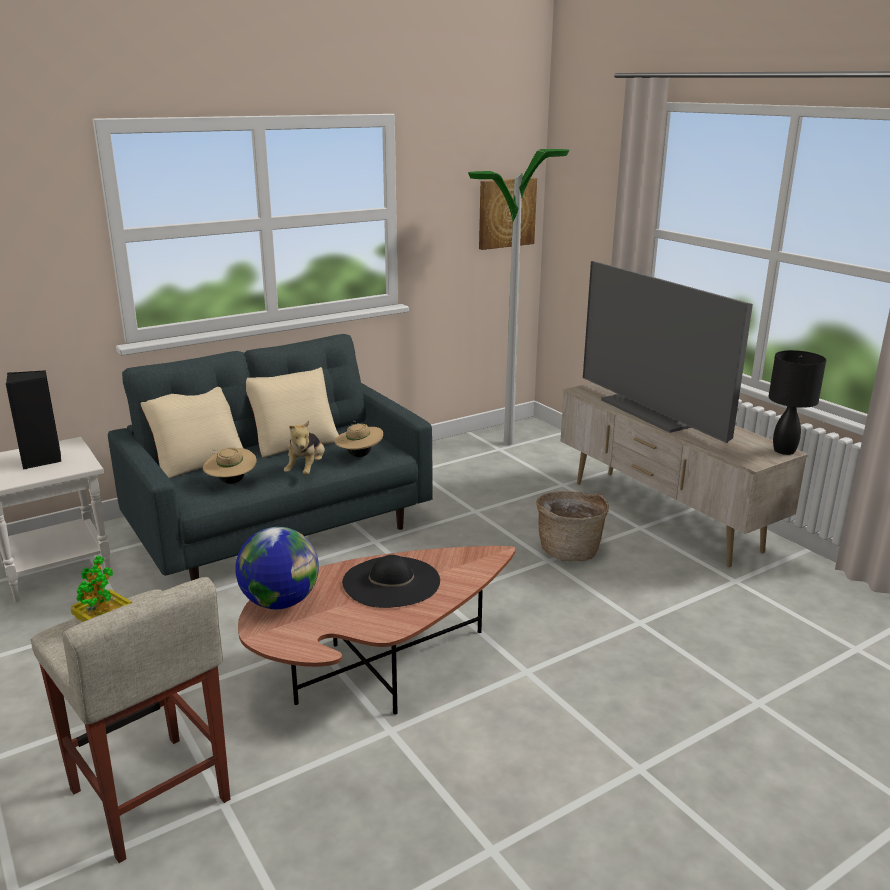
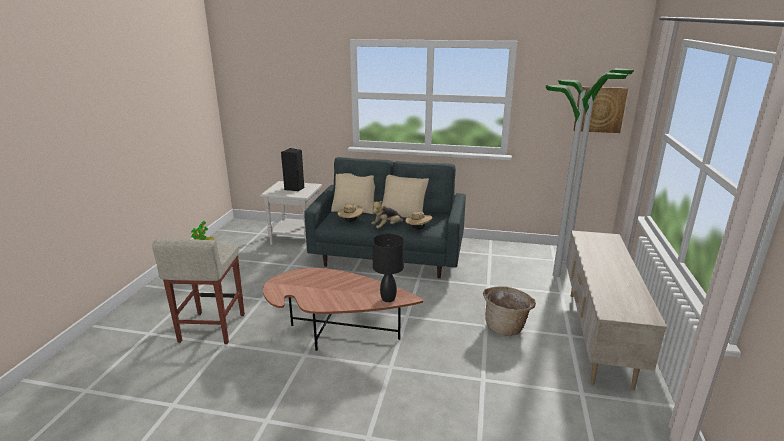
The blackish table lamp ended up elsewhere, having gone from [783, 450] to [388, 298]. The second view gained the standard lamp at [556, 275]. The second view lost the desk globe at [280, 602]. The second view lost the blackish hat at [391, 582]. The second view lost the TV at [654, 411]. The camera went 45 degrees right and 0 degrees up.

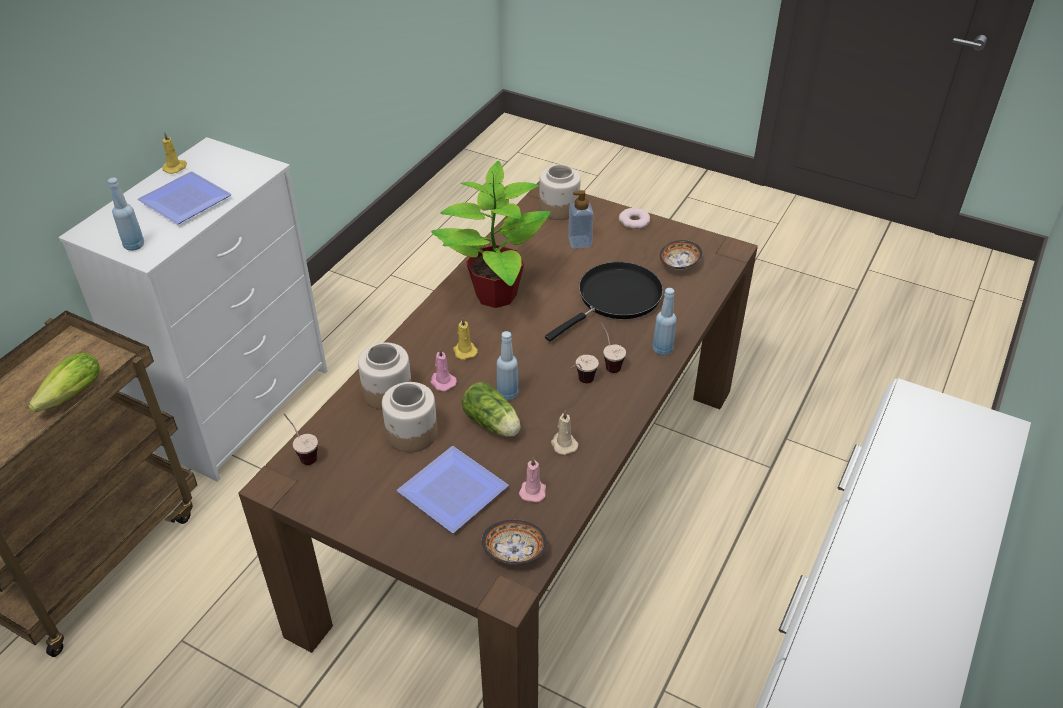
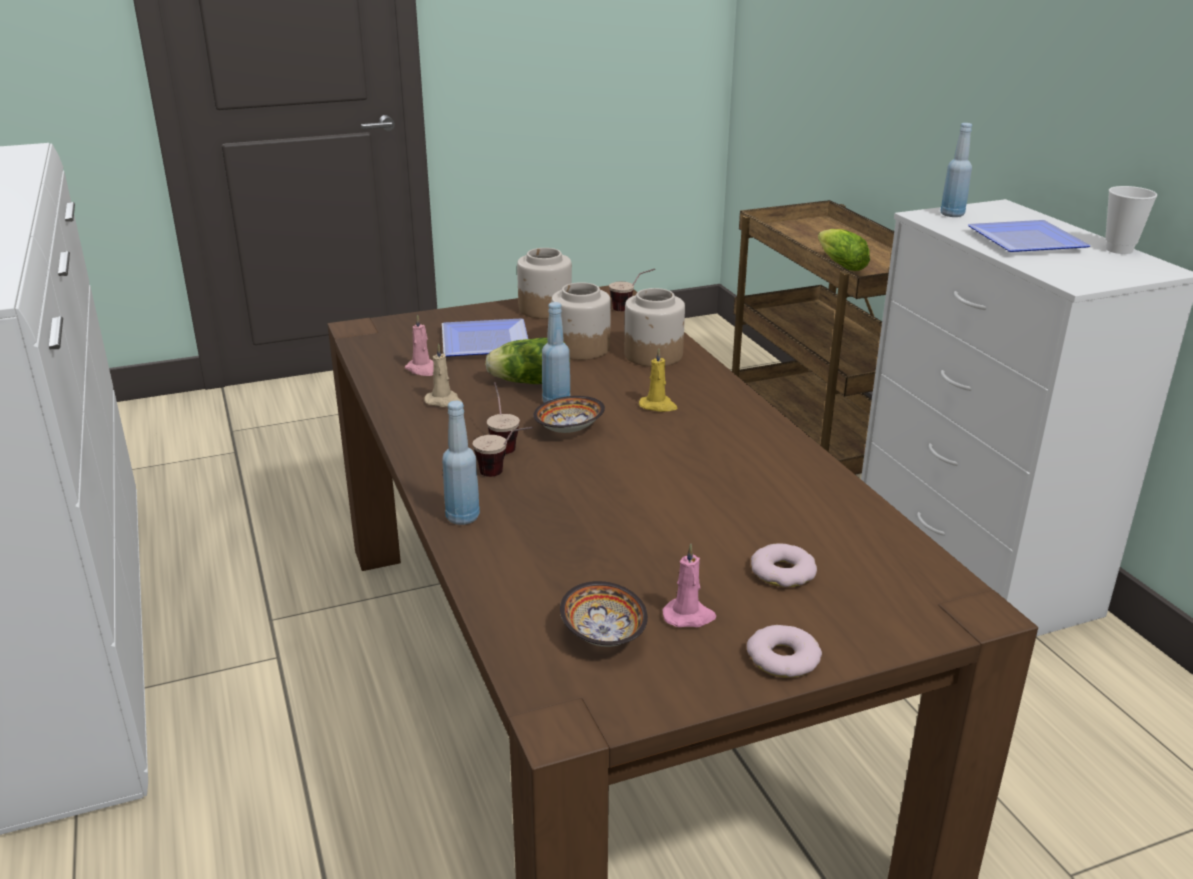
The jar ended up elsewhere, having gone from [559, 209] to [544, 309]. The deep dish ended up elsewhere, having gone from [513, 551] to [571, 430]. The pinkish wax candle ended up elsewhere, having gone from [442, 382] to [689, 616]. Where the liquid soap bottle stood at [579, 242], the doughnut came to stand at [783, 572]. Where the yellowish wax candle stood at [175, 167], the small cup came to stand at [1119, 250]. The second view lost the houseplant at [495, 295]. The second view lost the blackish pan at [615, 299]. The camera went 130 degrees right and 15 degrees down.

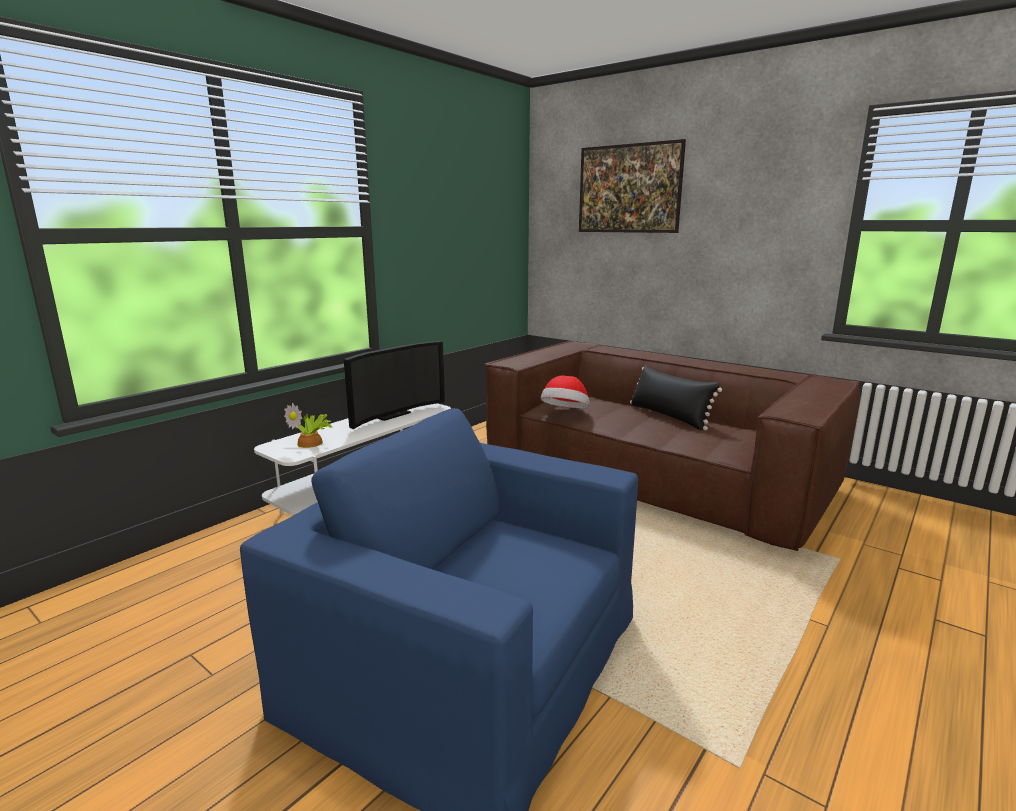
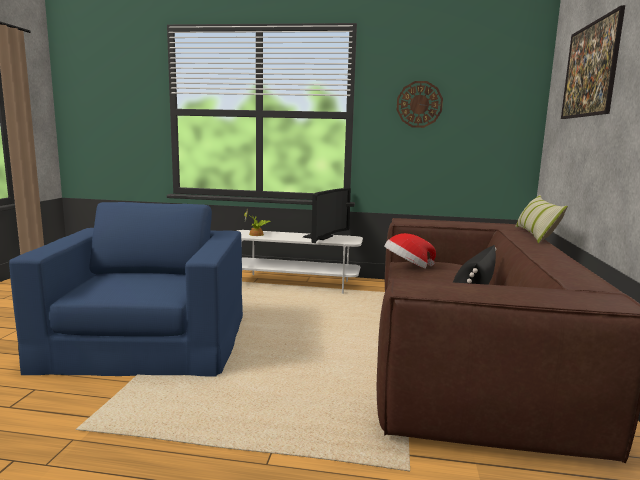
The TV at [390, 415] ended up facing another way, 75 degrees counterclockwise from before. The second view gained the hanging clock at [419, 104]. The second view gained the throw pillow at [535, 235]. The camera went 60 degrees right and 5 degrees down.

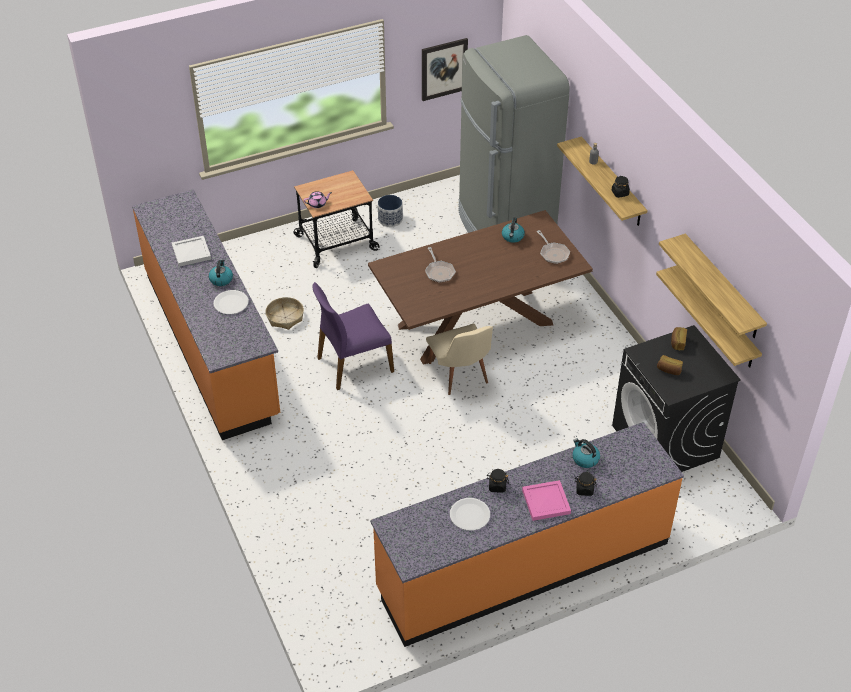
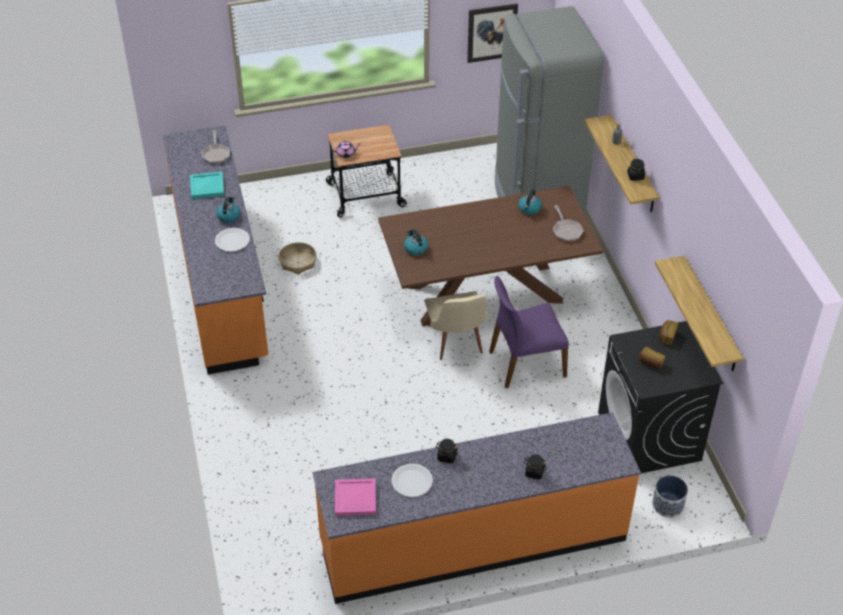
What was the white-coloured serving tray at [191, 253] turned into the turquoise serving tray at [206, 187]. The pan ended up elsewhere, having gone from [439, 272] to [216, 154]. The pinkish serving tray ended up elsewhere, having gone from [545, 502] to [355, 499]. The kettle ended up elsewhere, having gone from [585, 459] to [415, 248]. The purple-coloured upright chair ended up elsewhere, having gone from [354, 364] to [526, 363]. The planter ended up elsewhere, having gone from [390, 219] to [667, 505]. The second view lost the wall shelf at [722, 287]. The camera went 10 degrees right and 0 degrees up.

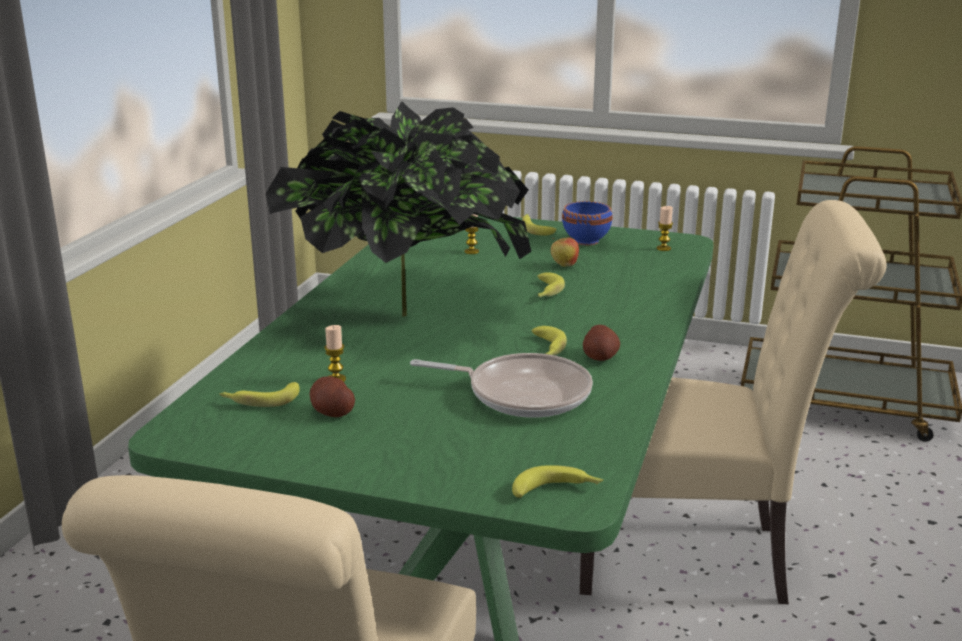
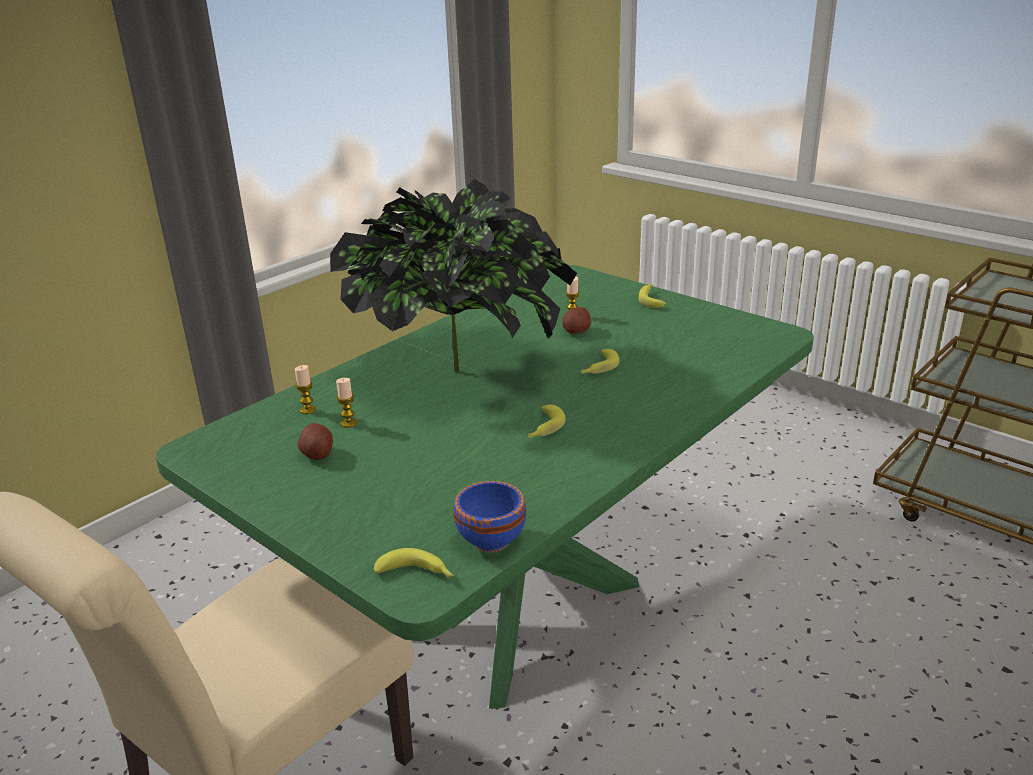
The wax candle ended up elsewhere, having gone from [663, 248] to [308, 410]. The blue deep dish ended up elsewhere, having gone from [587, 241] to [493, 541]. The potato ended up elsewhere, having gone from [600, 357] to [577, 331]. The second view lost the banana at [260, 400]. The second view lost the pan at [522, 393]. The second view lost the whole apple at [564, 266]. The second view lost the beige-coloured upright chair at [695, 557]. The camera went 25 degrees right and 5 degrees up.

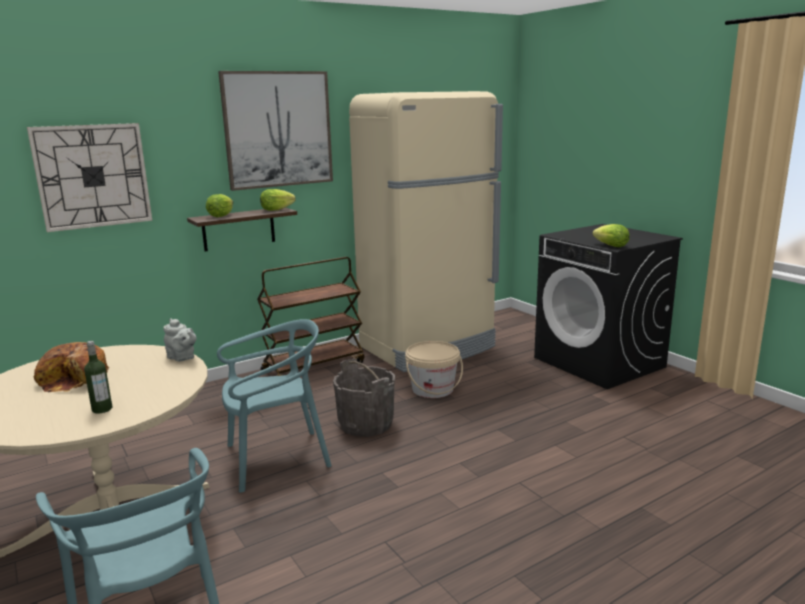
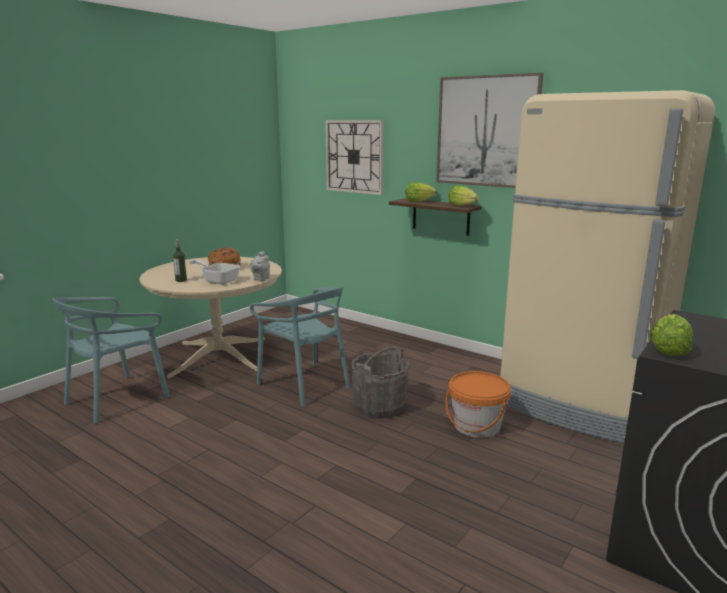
The second view gained the pan at [218, 280]. What was the beige-coloured water bucket at [433, 389] turned into the orange water bucket at [476, 426]. The second view lost the brown-coloured cart at [314, 366]. The camera went 70 degrees right and 0 degrees up.

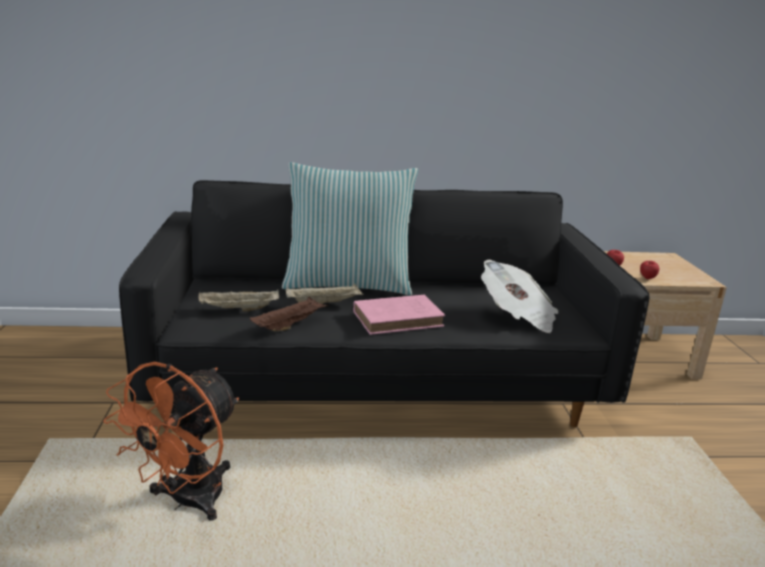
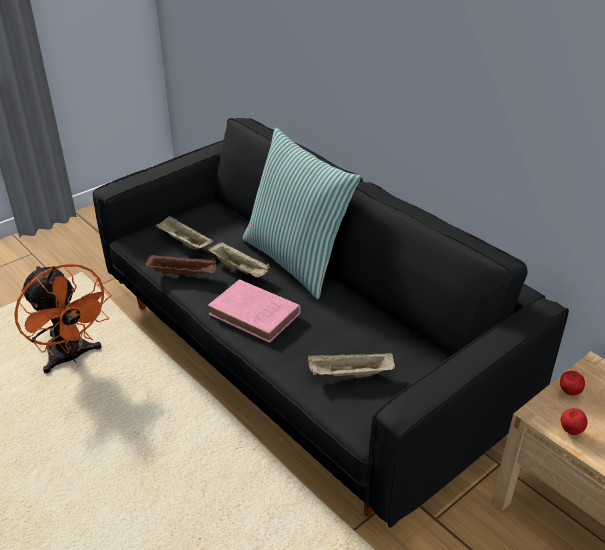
The orange fan at [186, 502] ended up facing another way, 120 degrees counterclockwise from before. Where the newspaper stood at [517, 316], the beige-coloured serving tray came to stand at [349, 375]. The camera went 55 degrees right and 15 degrees up.

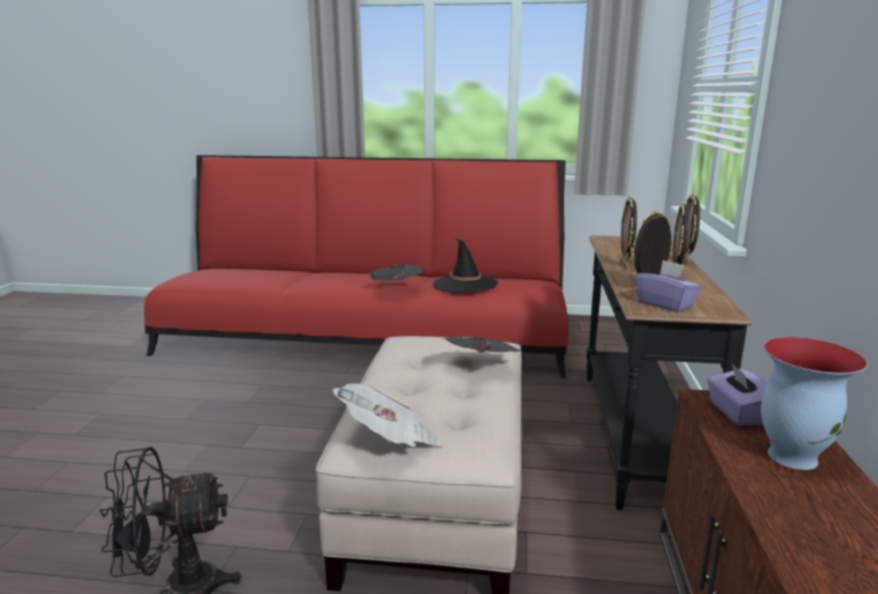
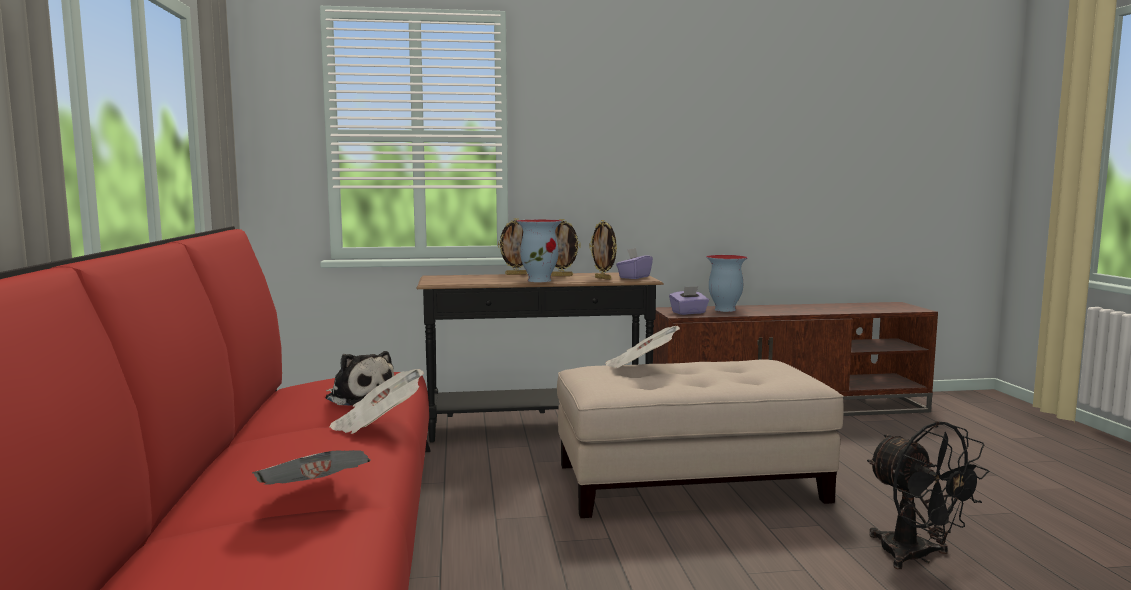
The newspaper ended up elsewhere, having gone from [390, 440] to [314, 498]. Where the blackish hat stood at [465, 284], the plush toy came to stand at [359, 396]. Where the standing frame stood at [624, 266], the flower vase came to stand at [540, 280]. The camera went 105 degrees left and 10 degrees down.

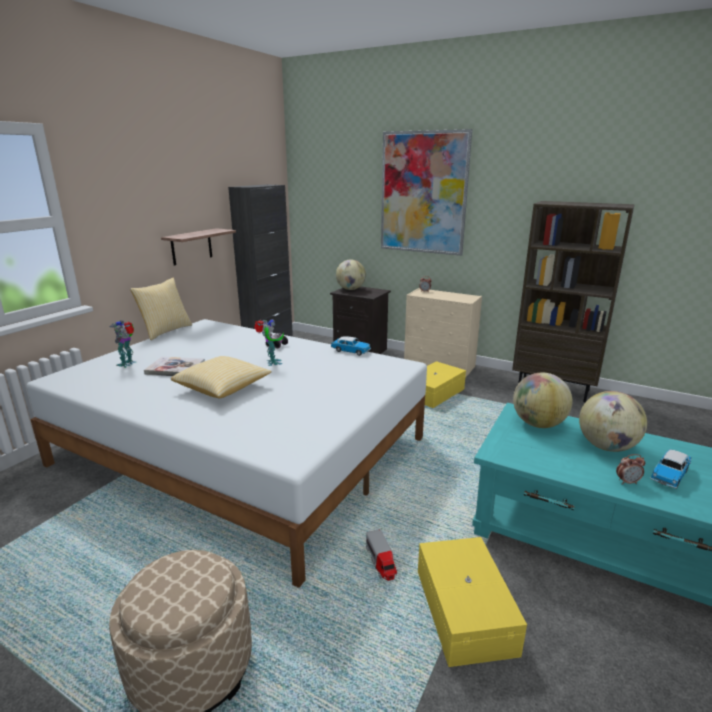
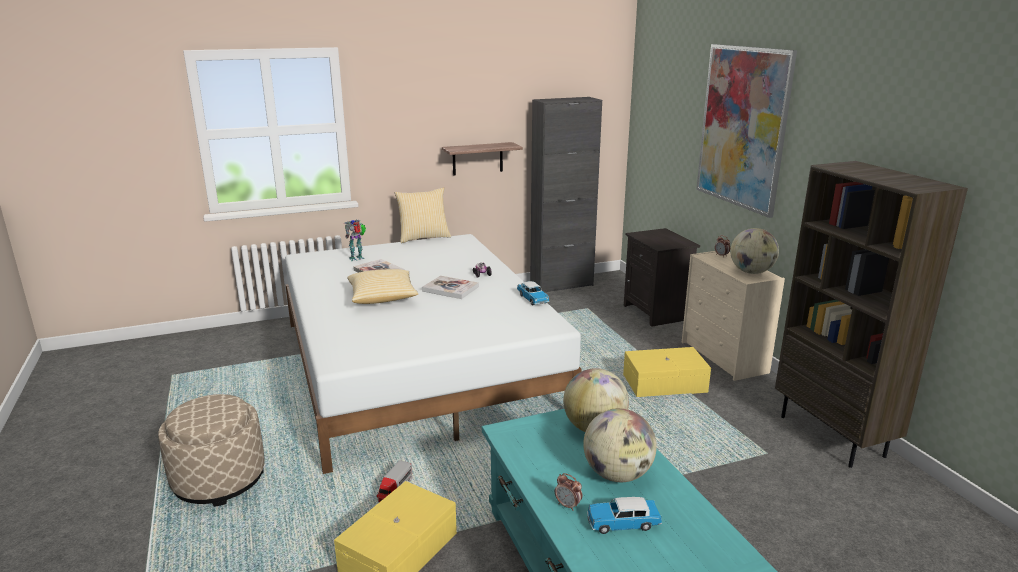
Where the robot figure stood at [272, 363], the book came to stand at [450, 289]. The desk globe ended up elsewhere, having gone from [351, 289] to [751, 272]. The camera went 40 degrees right and 0 degrees up.

